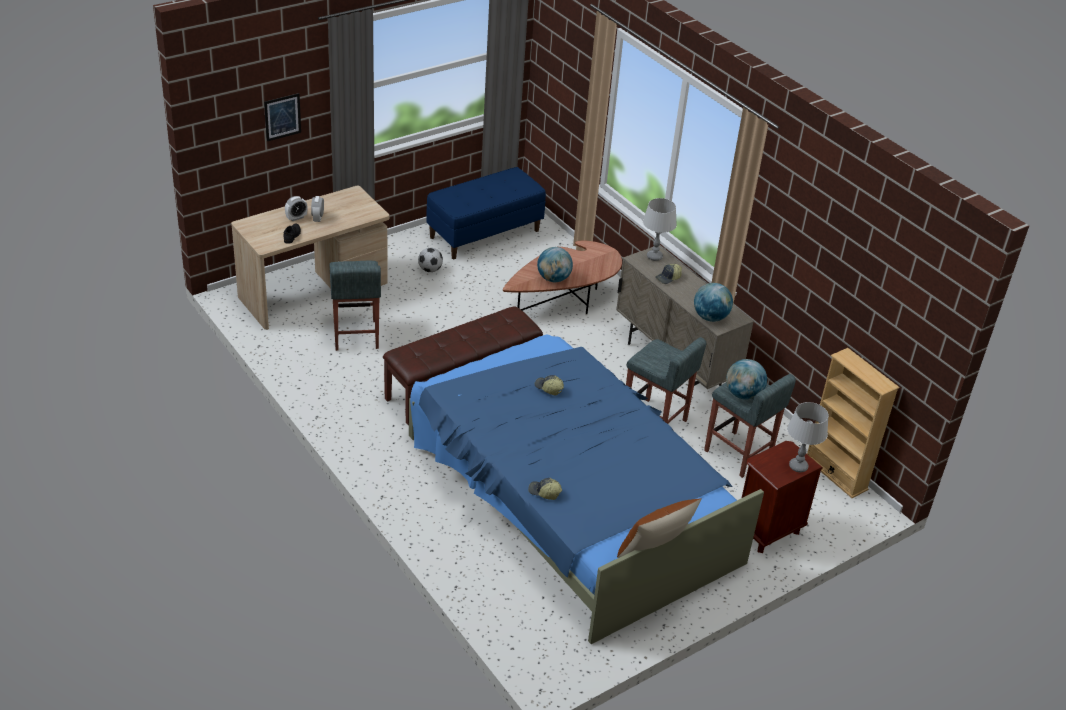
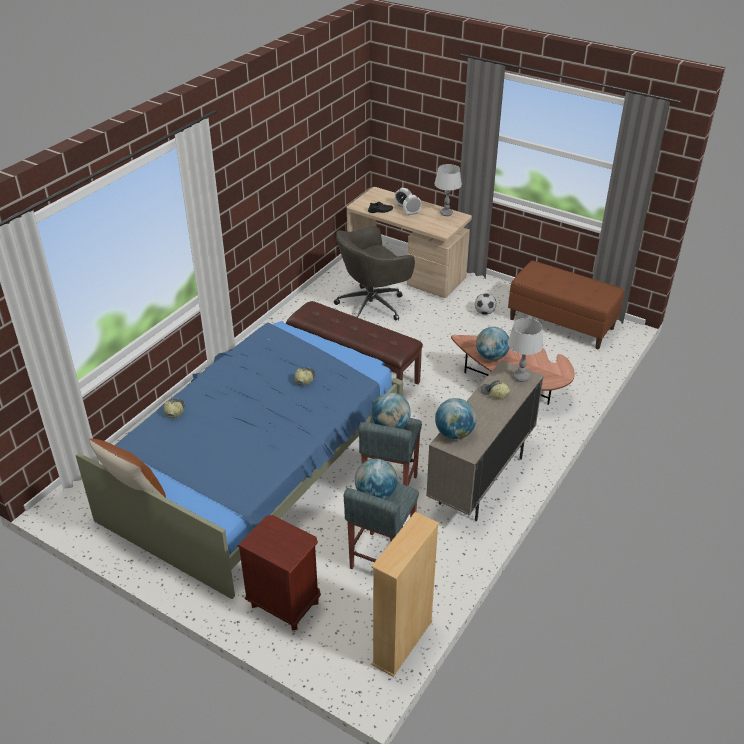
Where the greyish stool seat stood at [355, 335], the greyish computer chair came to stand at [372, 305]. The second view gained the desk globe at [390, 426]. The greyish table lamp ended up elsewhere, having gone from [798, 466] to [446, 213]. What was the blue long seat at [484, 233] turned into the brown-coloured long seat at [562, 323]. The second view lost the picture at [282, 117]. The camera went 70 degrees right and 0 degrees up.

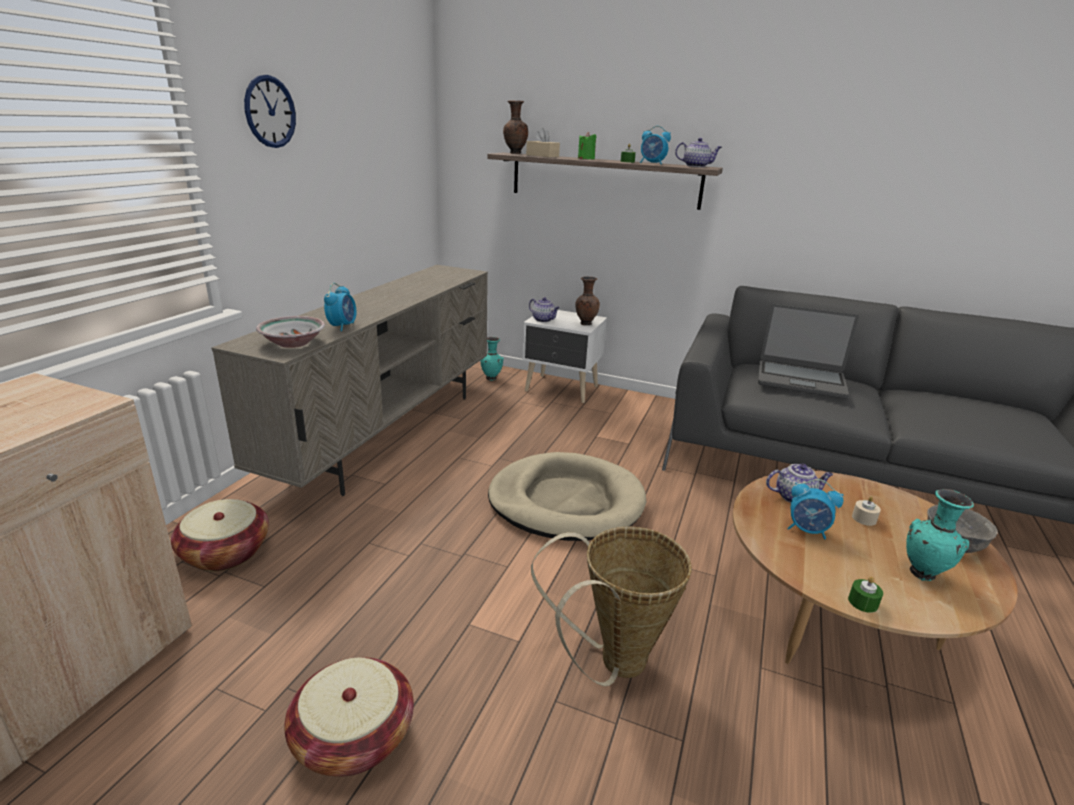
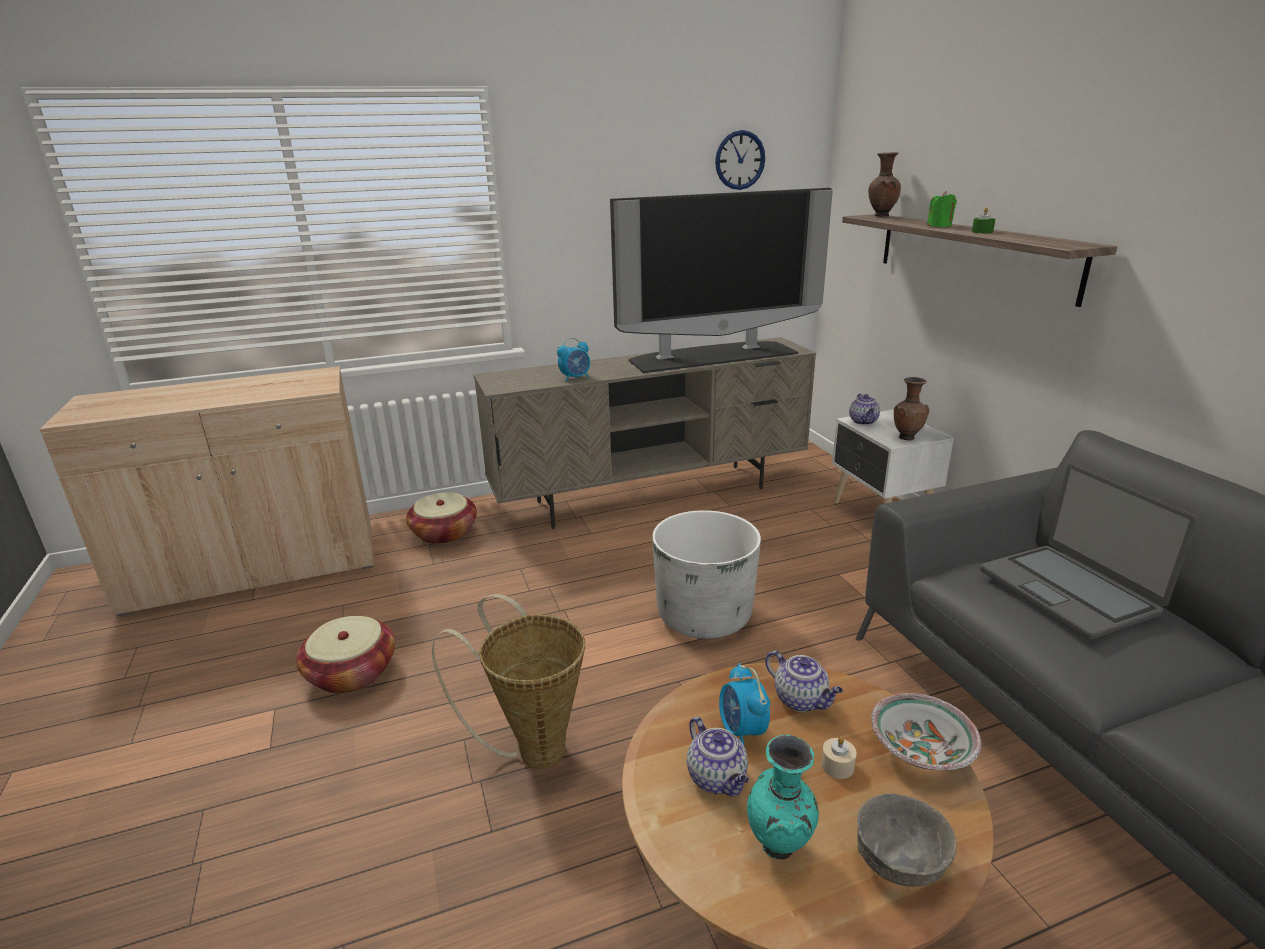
The second view gained the TV at [712, 356]. Where the beige-coloured dog bed stood at [566, 501], the white-coloured planter came to stand at [704, 615]. The pot for tea ended up elsewhere, having gone from [696, 166] to [718, 779]. The hanging clock ended up elsewhere, having gone from [270, 112] to [740, 160]. The deep dish ended up elsewhere, having gone from [292, 343] to [919, 750]. The second view lost the turquoise flower vase at [492, 378]. The second view lost the beige-coloured box of tissues at [542, 156]. The second view lost the alarm clock at [652, 163]. The second view lost the green-coloured wax candle at [863, 602]. The camera went 50 degrees right and 0 degrees up.

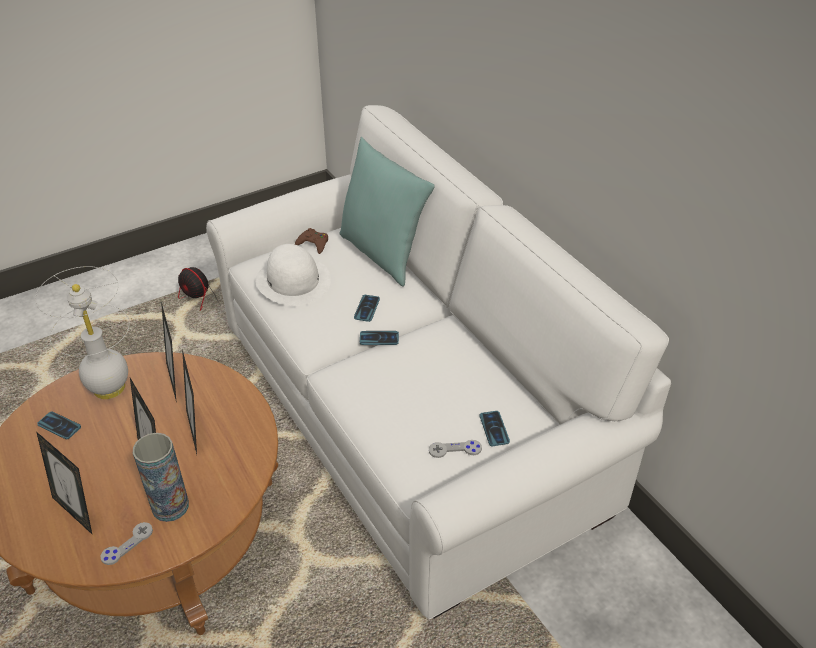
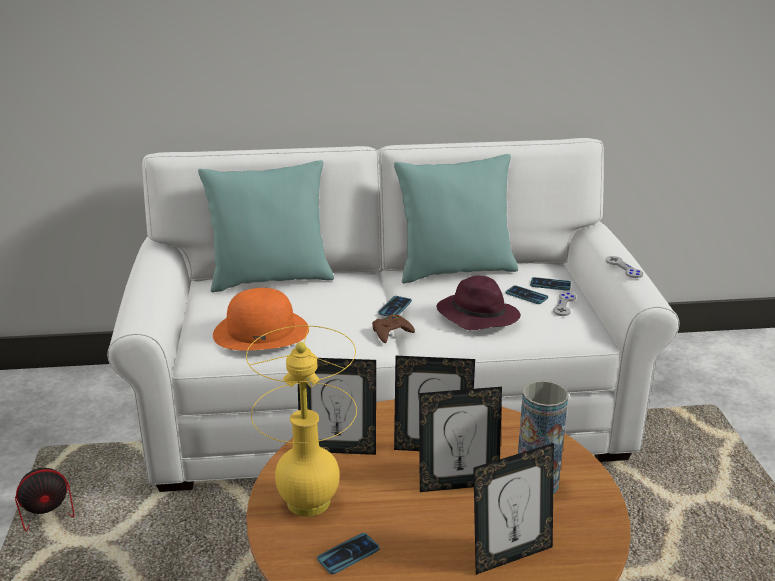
What was the white-coloured hat at [293, 281] turned into the orange hat at [261, 331]. What was the white-coloured table lamp at [108, 388] turned into the yellowish table lamp at [308, 502]. The brown-coloured gamepad ended up elsewhere, having gone from [313, 244] to [391, 332]. The second view gained the turquoise throw pillow at [455, 270]. The second view gained the purple-coloured hat at [476, 316]. The handset ended up elsewhere, having gone from [367, 308] to [526, 295]. The greyish gamepad ended up elsewhere, having gone from [127, 544] to [623, 268]. The camera went 65 degrees left and 15 degrees down.

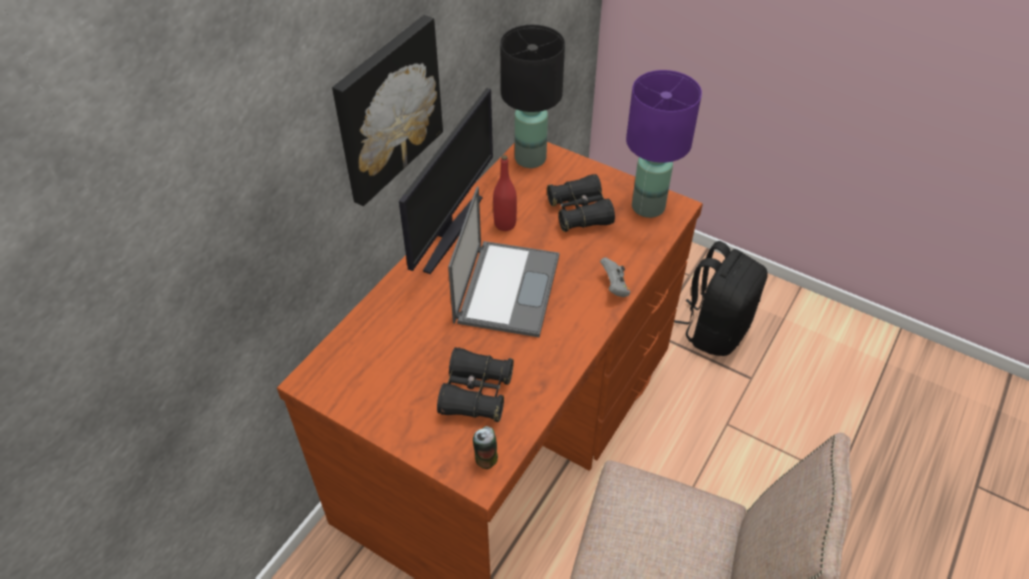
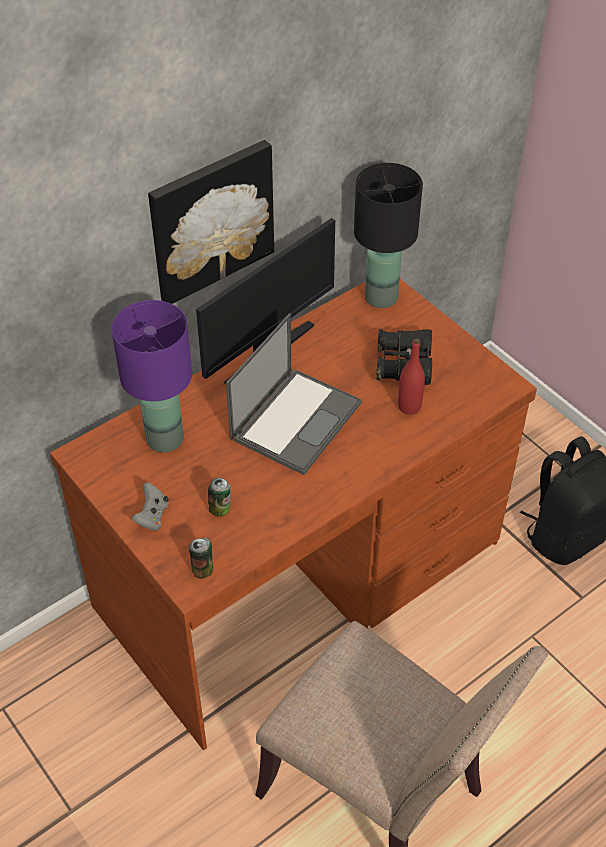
The purple-coloured table lamp ended up elsewhere, having gone from [648, 207] to [164, 440]. The greyish gamepad ended up elsewhere, having gone from [614, 287] to [152, 516]. Where the blackish pair of binoculars stood at [476, 393], the can came to stand at [221, 509]. The red-coloured beverage bottle ended up elsewhere, having gone from [505, 224] to [409, 406]. The camera went 20 degrees right and 0 degrees up.

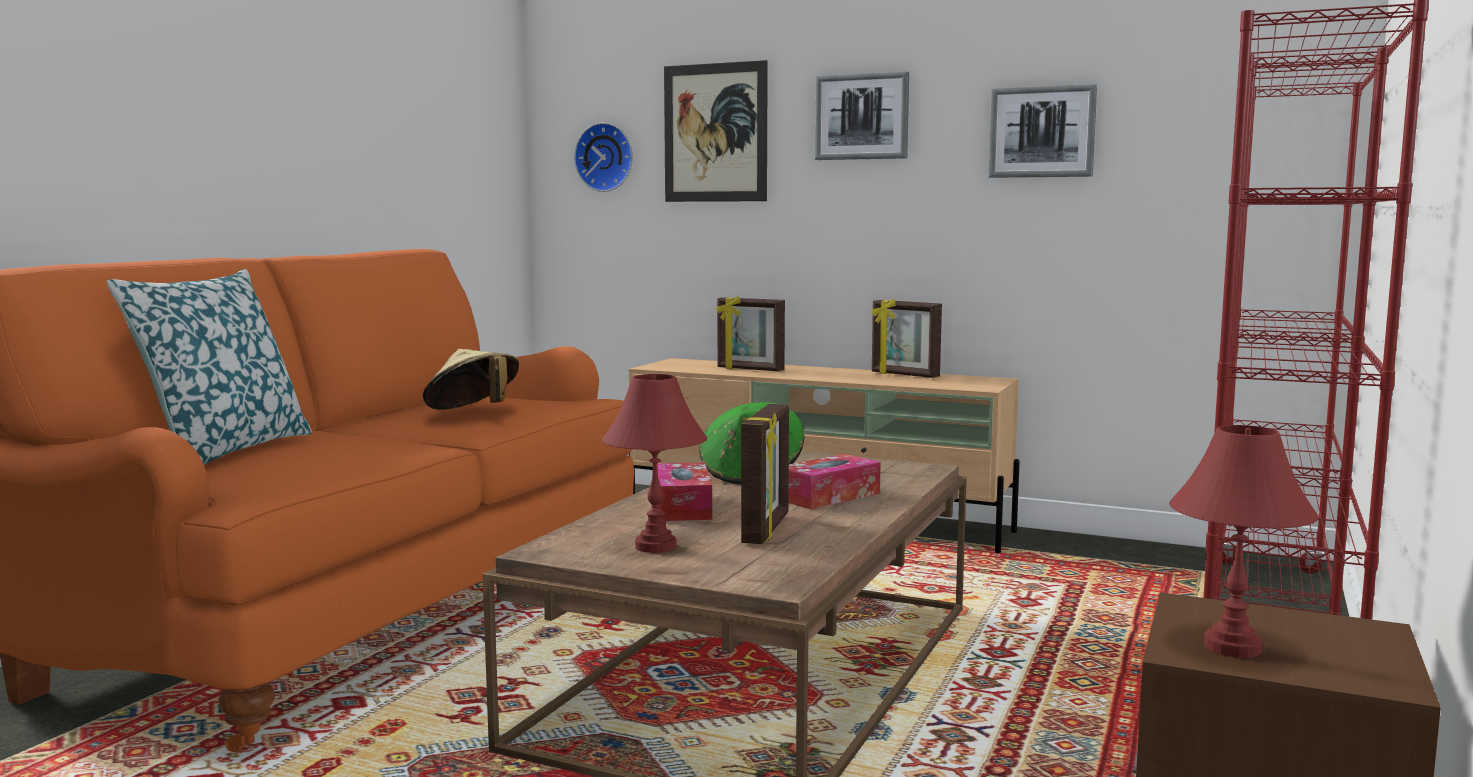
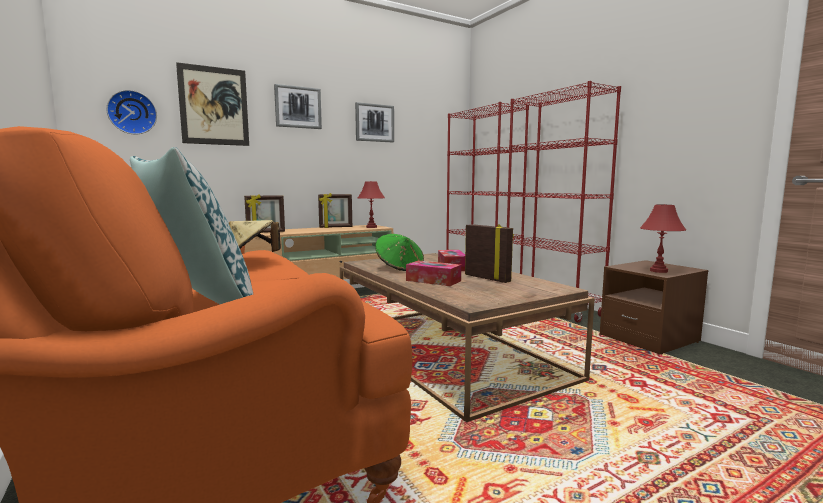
The red-coloured table lamp ended up elsewhere, having gone from [656, 547] to [371, 227]. The camera went 55 degrees left and 0 degrees up.

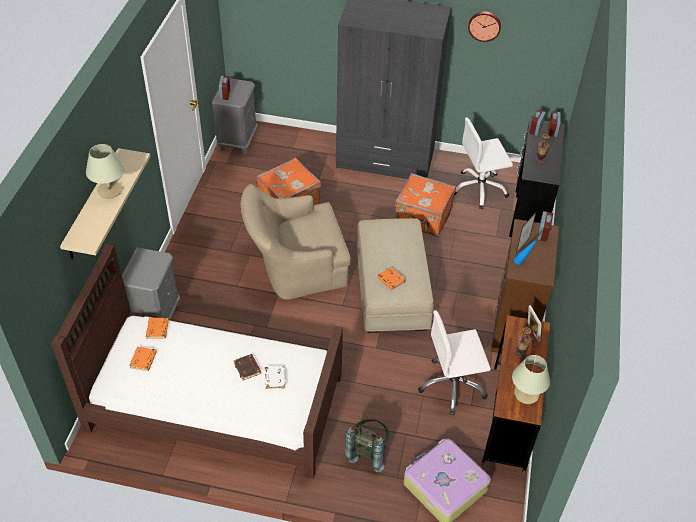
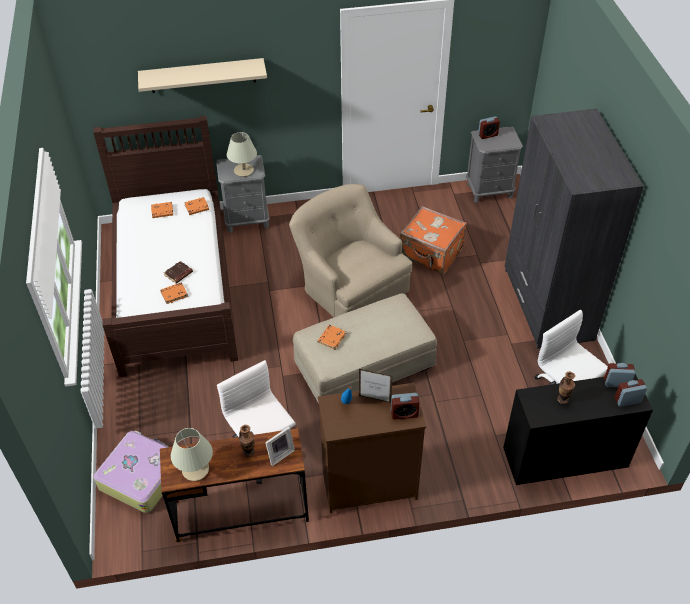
What was the white-coloured book at [274, 378] turned into the orange book at [174, 294]. The beige-coloured table lamp ended up elsewhere, having gone from [109, 190] to [243, 170]. The second view lost the greyish backpack at [368, 451]. The second view lost the orange piece of luggage at [423, 218]. The second view lost the hanging clock at [484, 25]. The camera went 70 degrees right and 0 degrees up.

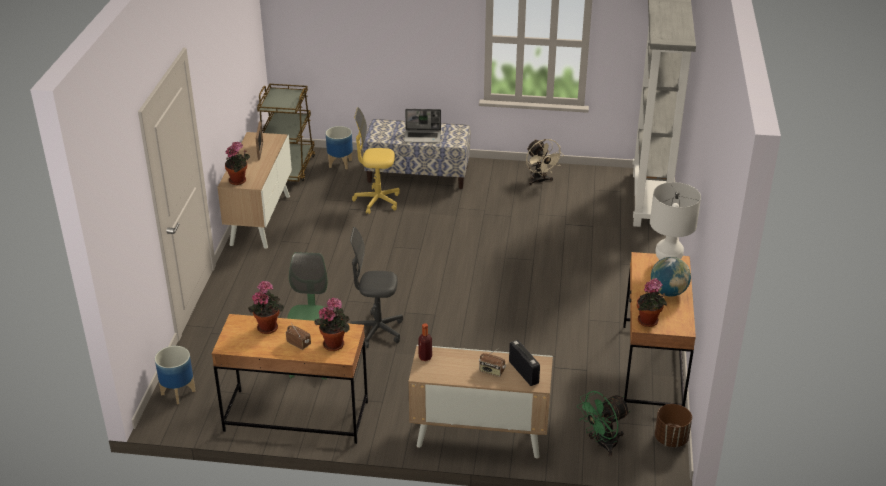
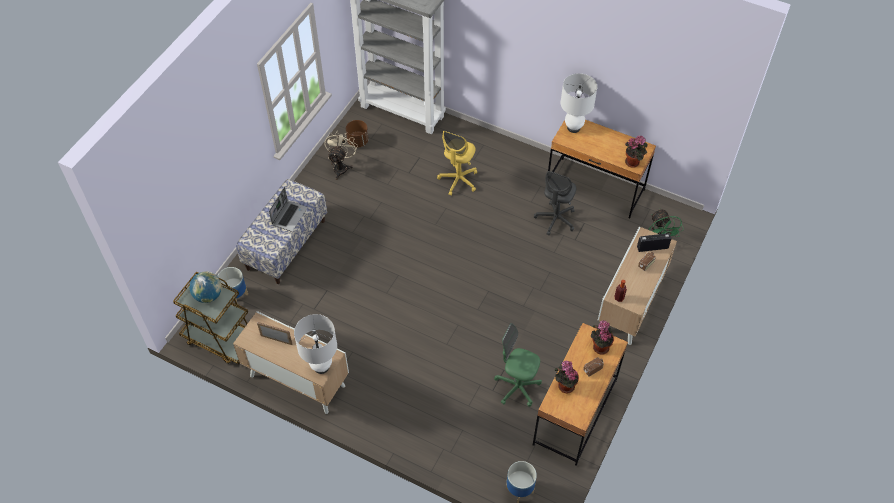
The desk globe ended up elsewhere, having gone from [668, 292] to [208, 295]. Where the houseplant stood at [239, 181], the white-coloured table lamp came to stand at [321, 367]. The beige-coloured fan at [540, 181] ended up facing another way, 75 degrees counterclockwise from before. The brown-coloured planter ended up elsewhere, having gone from [671, 439] to [358, 141]. The yellowish computer chair ended up elsewhere, having gone from [377, 201] to [458, 180]. The greyish computer chair ended up elsewhere, having gone from [377, 331] to [555, 219]. The camera went 70 degrees left and 20 degrees up.

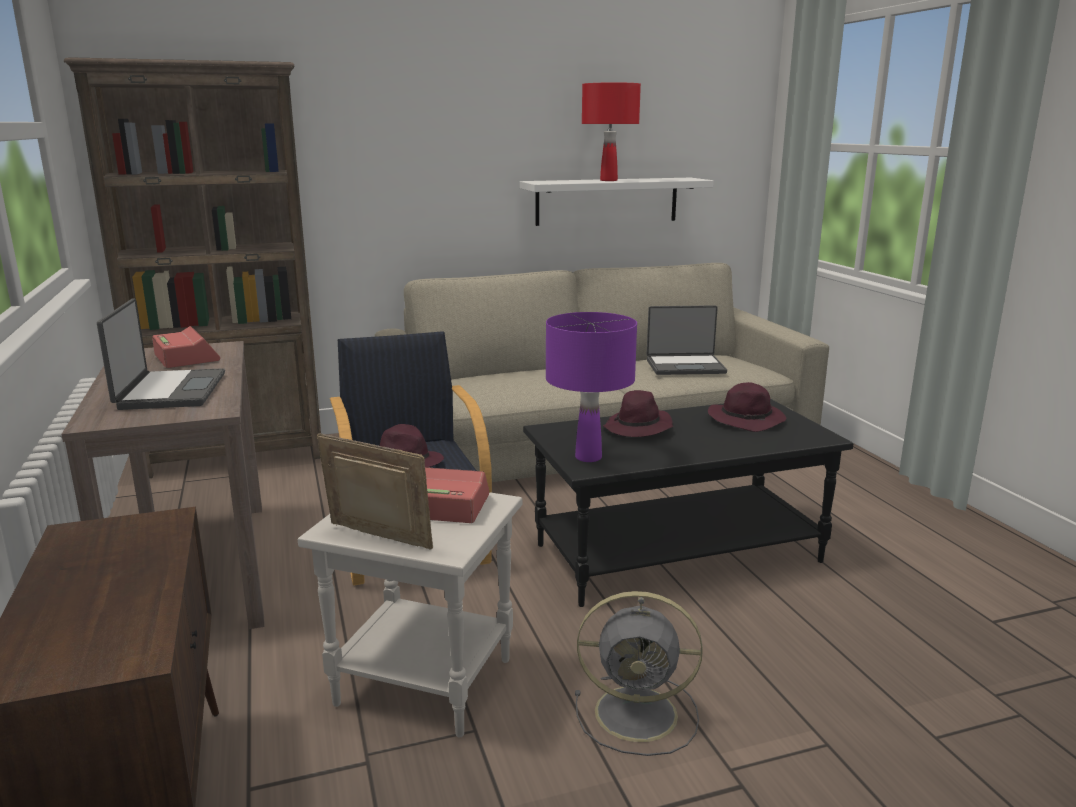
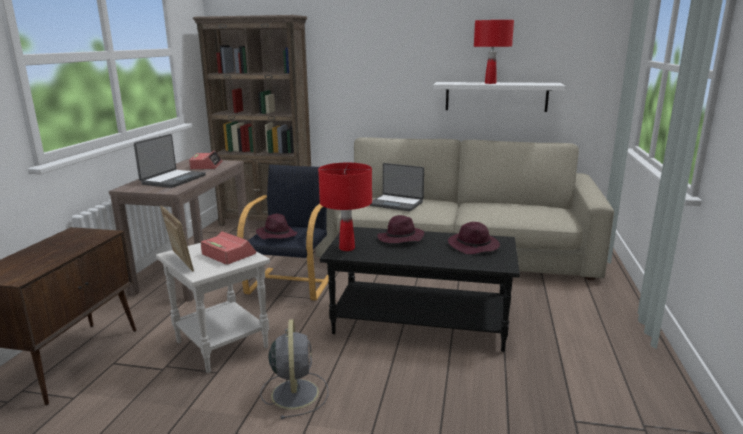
The greyish fan at [640, 714] ended up facing another way, 135 degrees counterclockwise from before. What was the purple-coloured table lamp at [588, 457] turned into the red-coloured table lamp at [347, 248]. The notebook computer ended up elsewhere, having gone from [685, 366] to [396, 203]. The camera went 30 degrees right and 0 degrees up.

